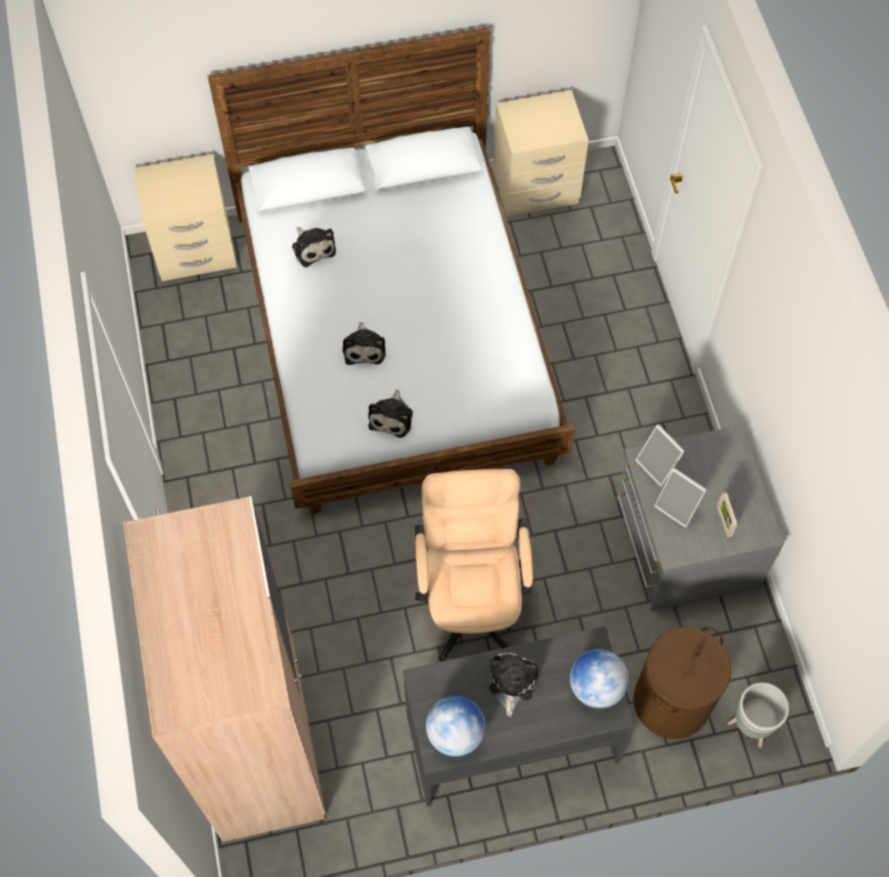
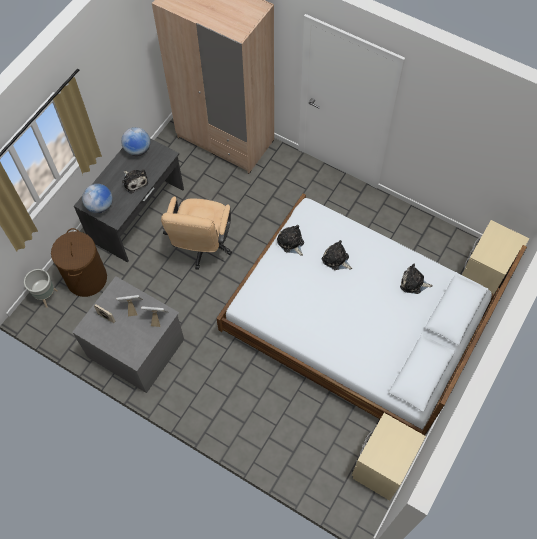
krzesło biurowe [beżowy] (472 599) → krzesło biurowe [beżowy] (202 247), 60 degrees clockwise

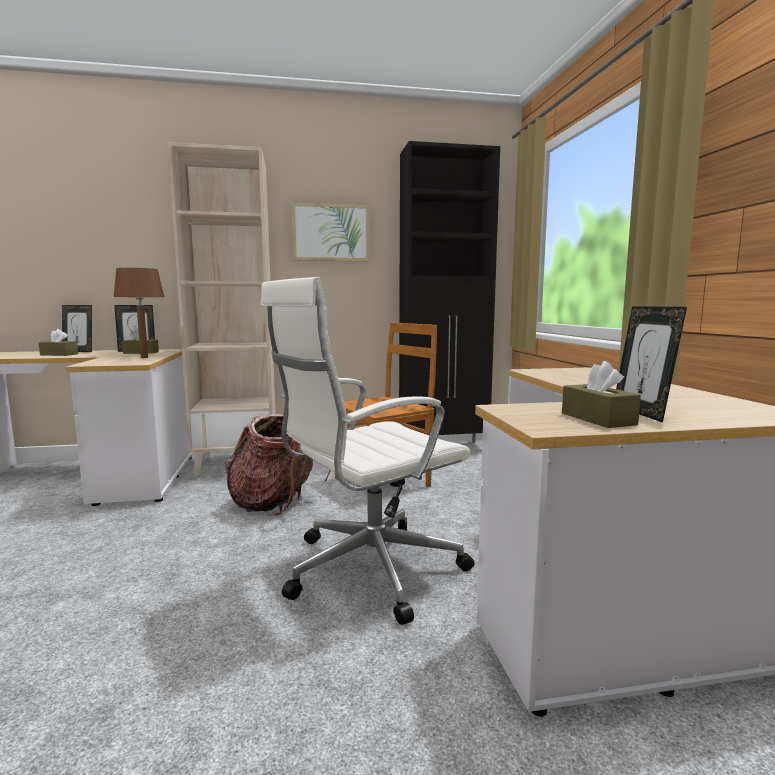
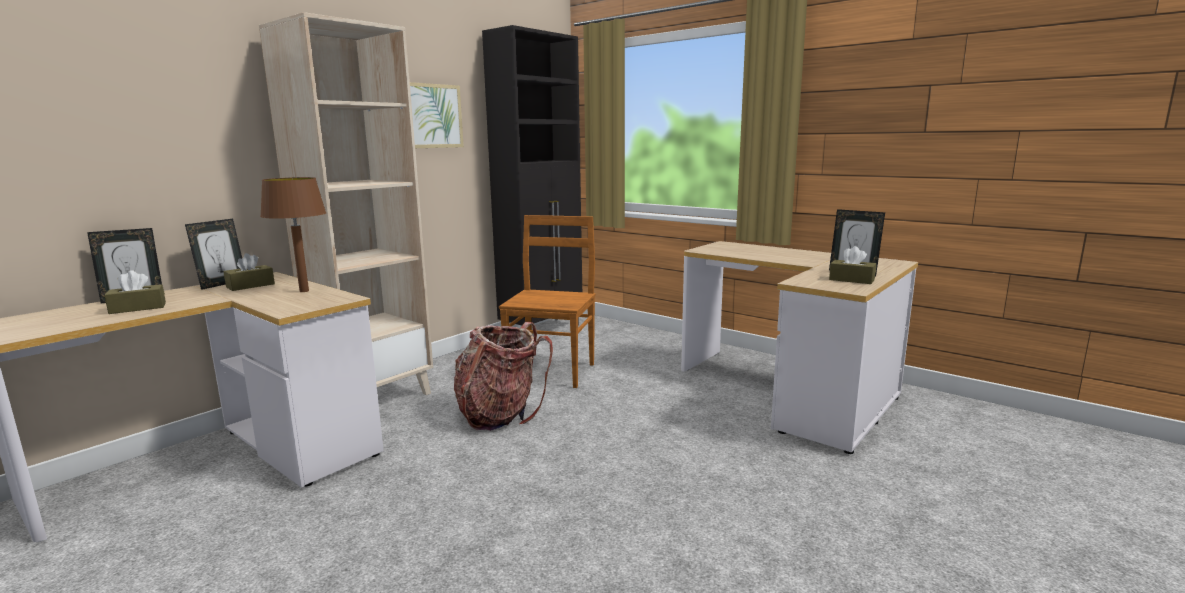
krzesło biurowe [biały] (367 570) → -

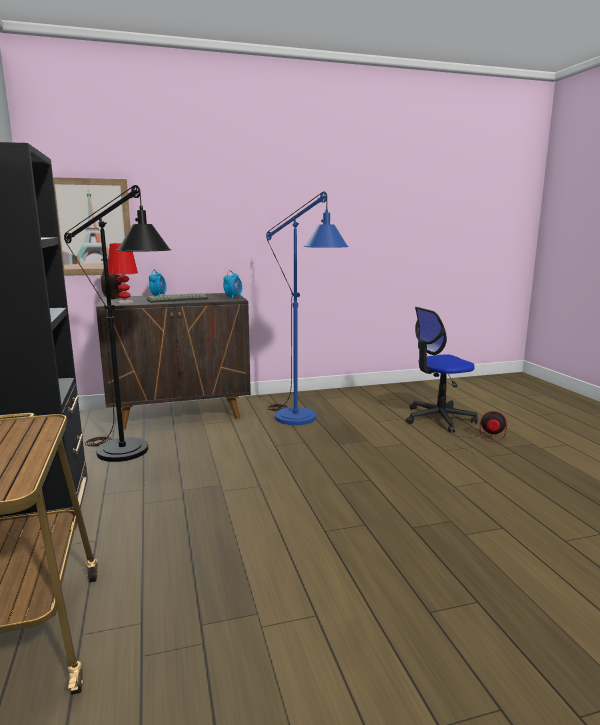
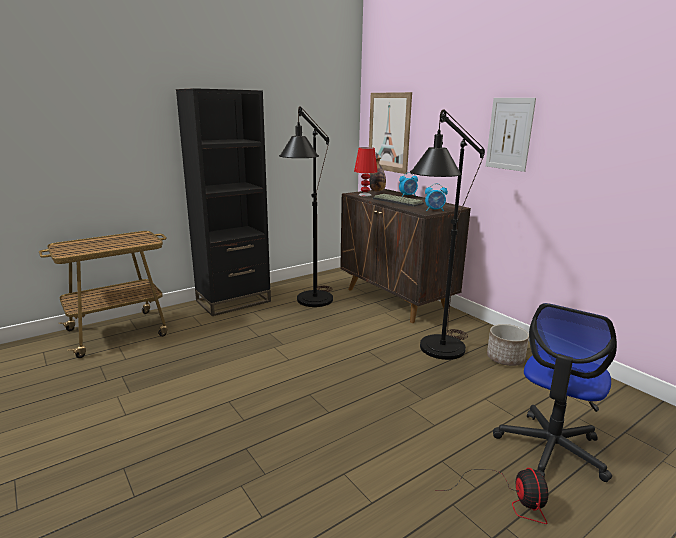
lampa stojąca [niebieski] (302 421) → lampa stojąca [czarny] (436 353)
krzesło biurowe (438 418) → krzesło biurowe (550 449), 105 degrees counterclockwise
- → obraz (509 134)
- → donica (505 359)

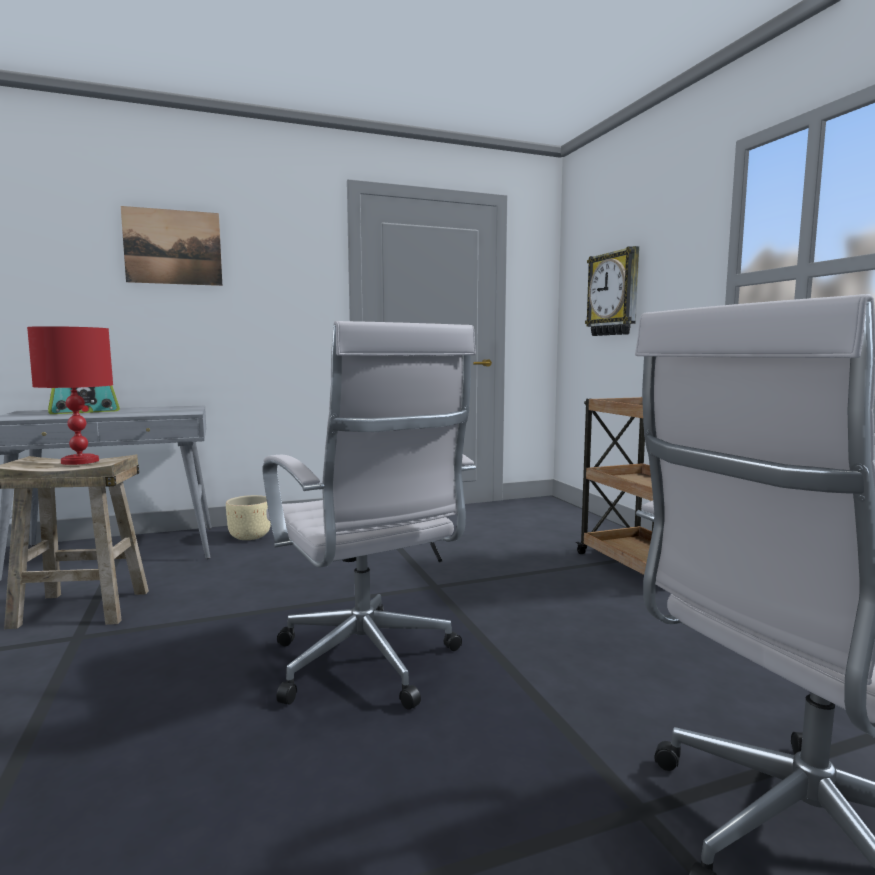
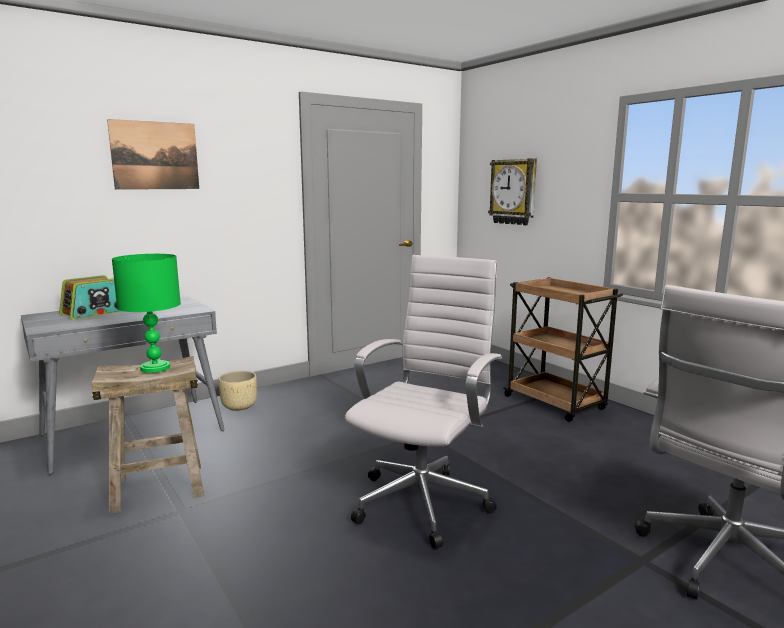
lampa stołowa [czerwony] (81 461) → lampa stołowa [zielony] (156 367)
krzesło biurowe [biały] (368 666) → krzesło biurowe [biały] (424 500), 105 degrees counterclockwise

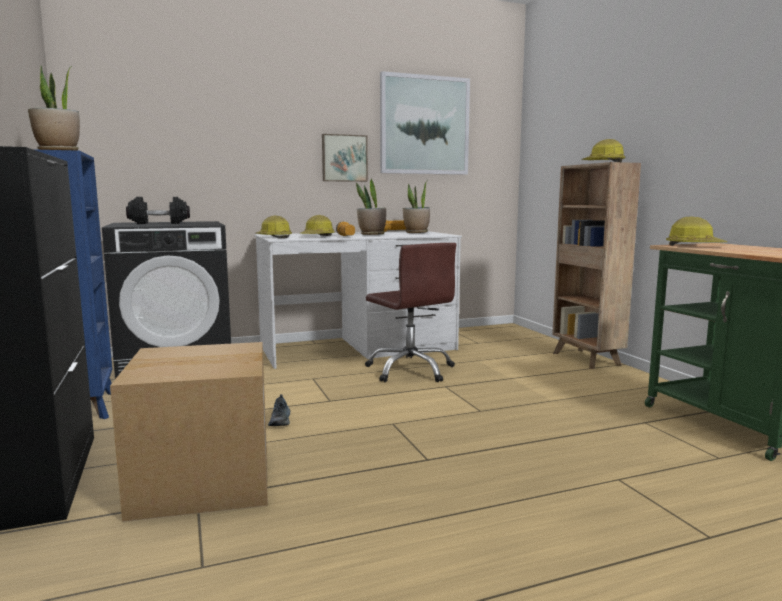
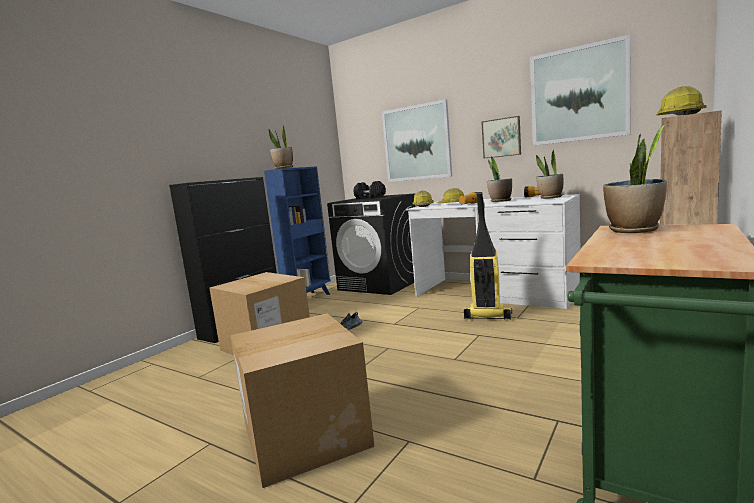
krzesło biurowe [brązowy] (410 370) → odkurzacz (487 317)
kask (694 246) → roślina doniczkowa (634 230)
- → karton (306 436)
- → obraz (416 143)

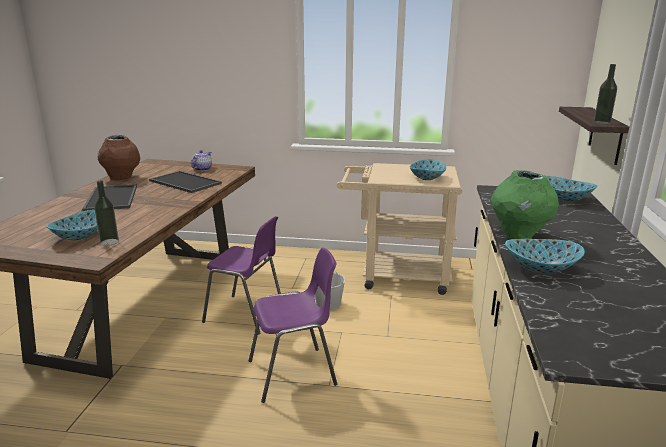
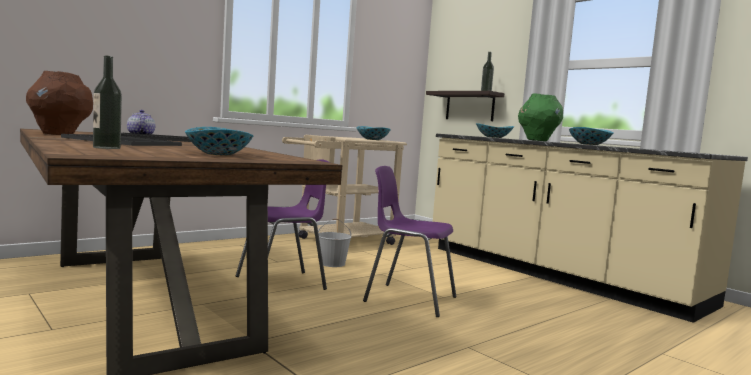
butelka (109 242) → butelka (106 148), relocated
krzesło [fioletowy] (294 373) → krzesło [fioletowy] (408 299), 90 degrees counterclockwise

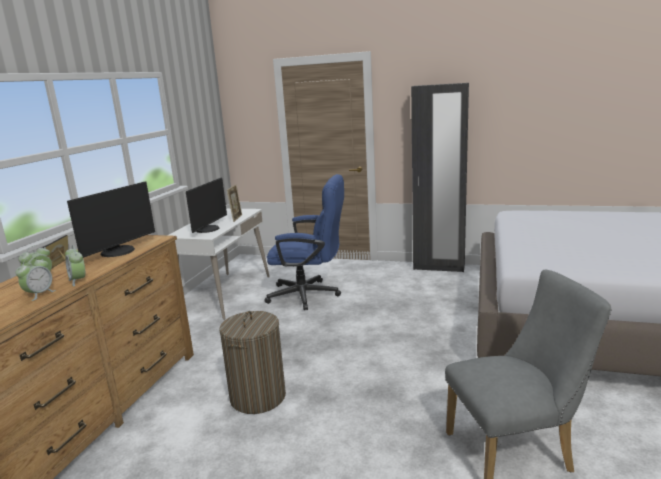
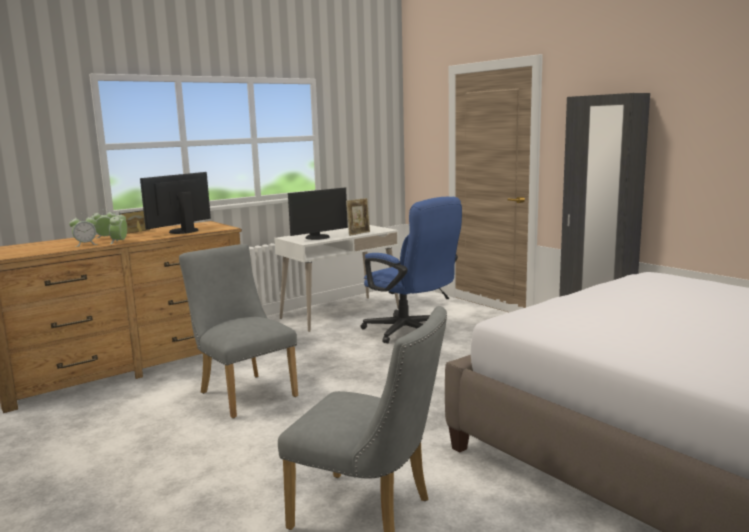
monitor (119 252) → monitor (182 231), 150 degrees clockwise
kosz na pranie (258 397) → krzesło [szary] (243 393)

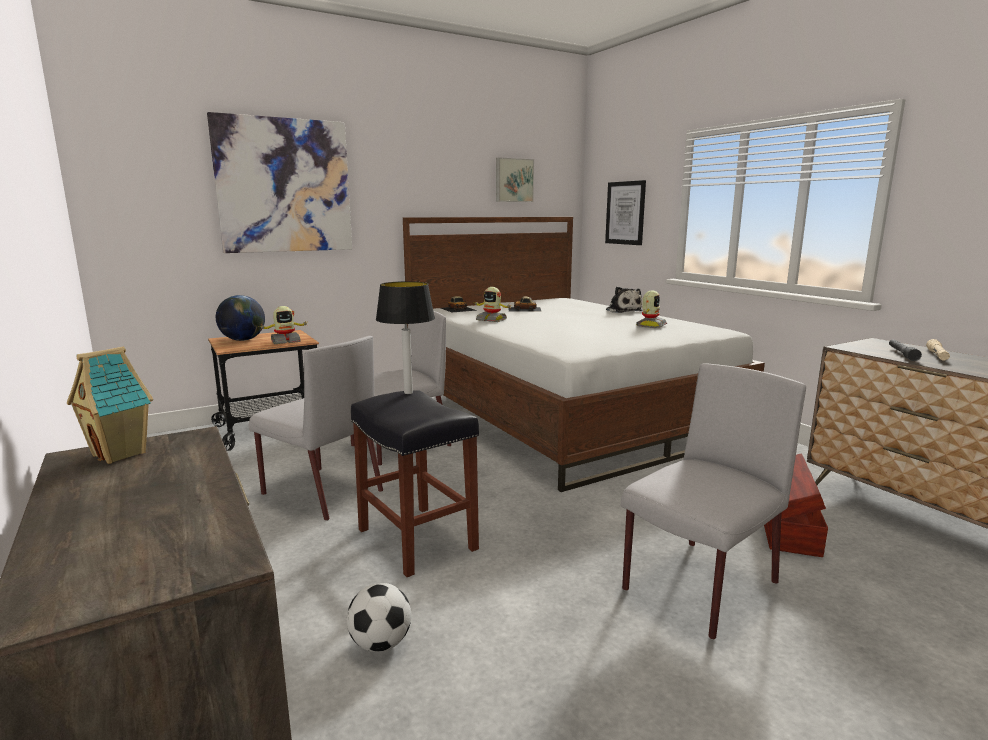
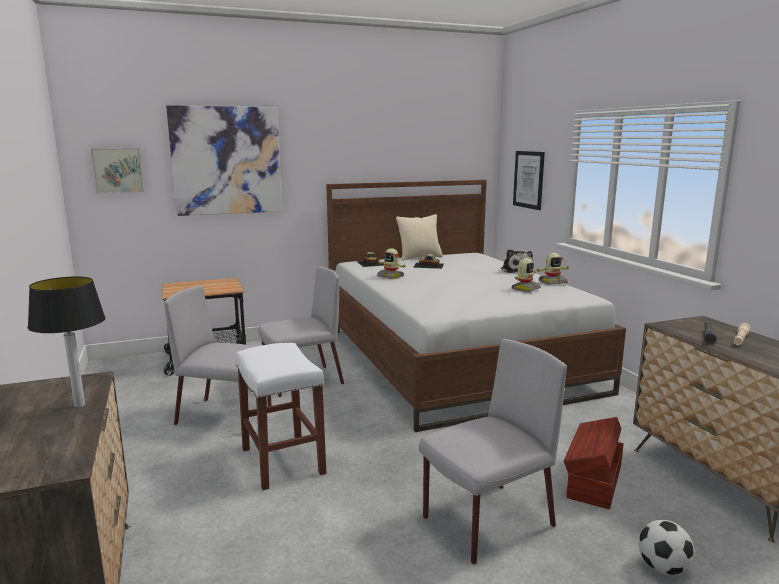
domek (121 454) → -
globus (243 340) → -
krzesło [szary] (320 492) → krzesło [szary] (226 416), 150 degrees clockwise
robot zabawkowy (285 341) → robot zabawkowy (552 282), relocated
piłka futbolowa (381 643) → piłka futbolowa (663 568), relocated
stołek [czarny] (415 539) → stołek [biały] (281 460)
lampa stołowa (408 392) → lampa stołowa (80 404), relocated
obraz (513 180) → obraz (118 170), relocated
- → poduszka [beżowy] (419 257)

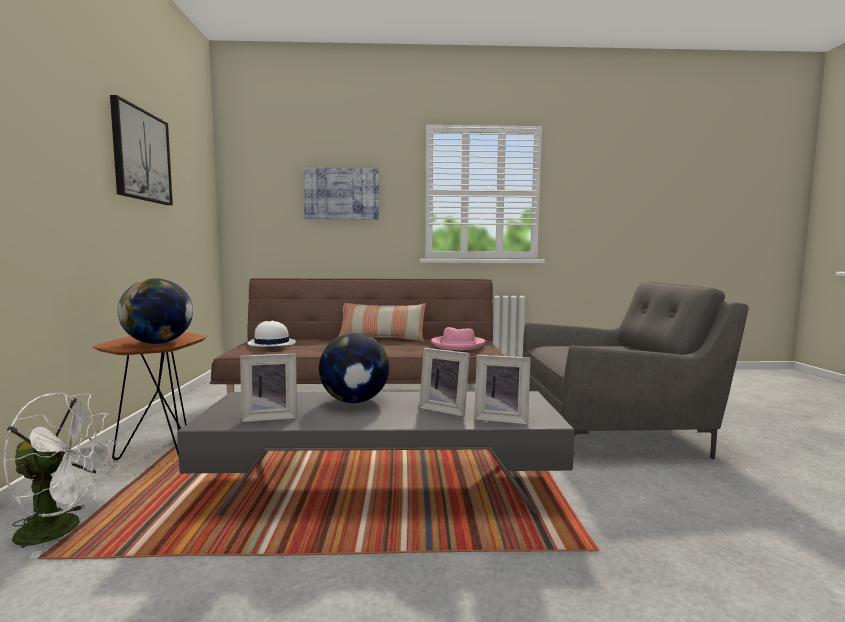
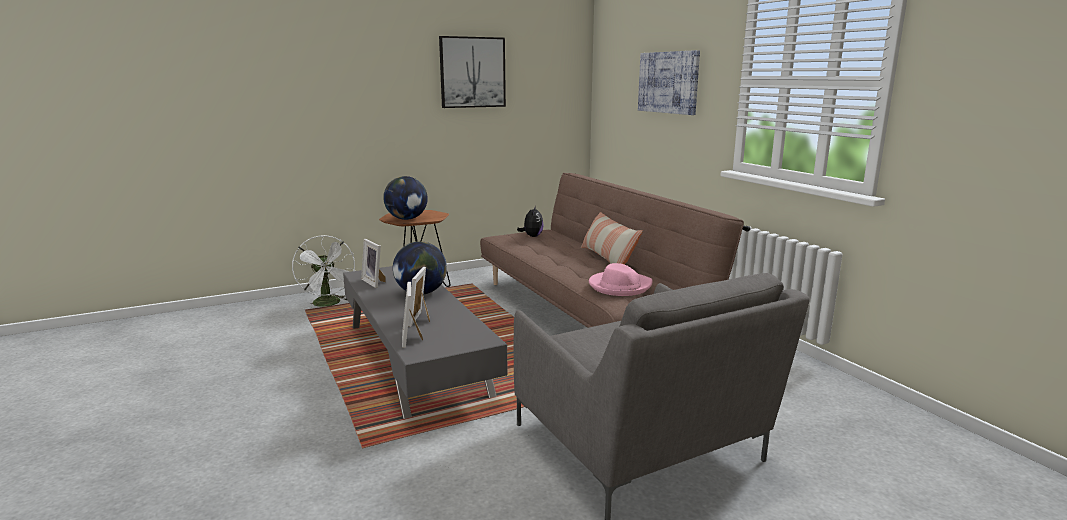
kapelusz [biały] (271 343) → pluszak (532 236)

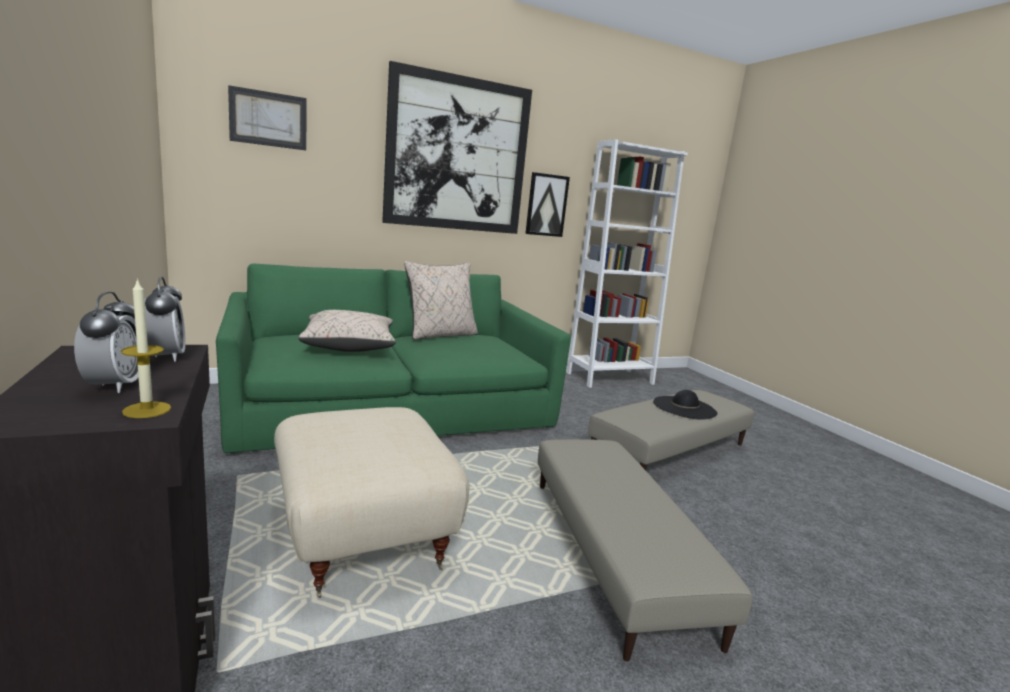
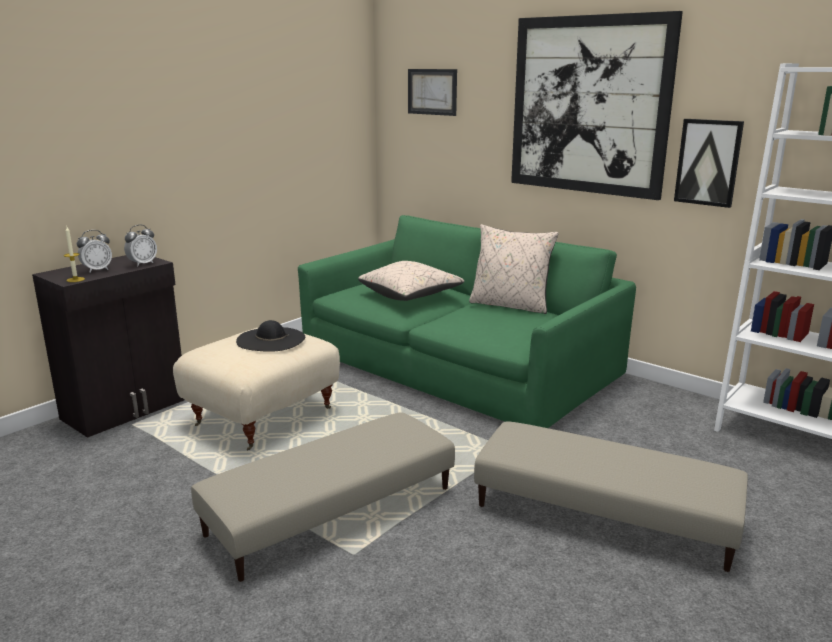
kapelusz [czarny] (684 407) → kapelusz [czarny] (271 339), relocated

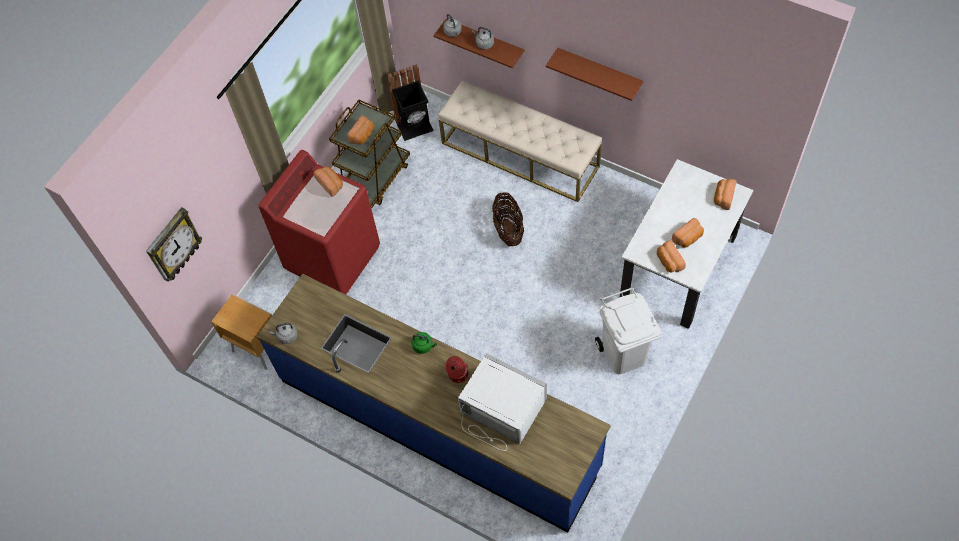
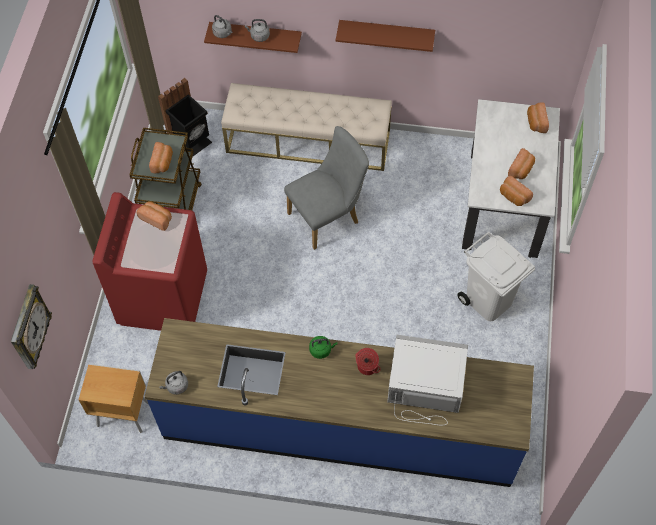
koszyk (508 229) → krzesło [szary] (328 216)

